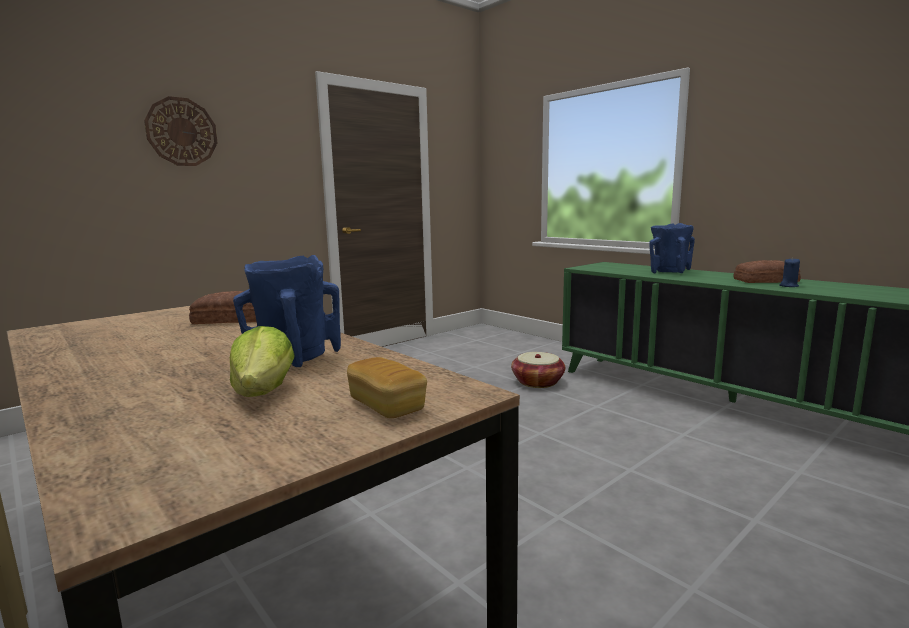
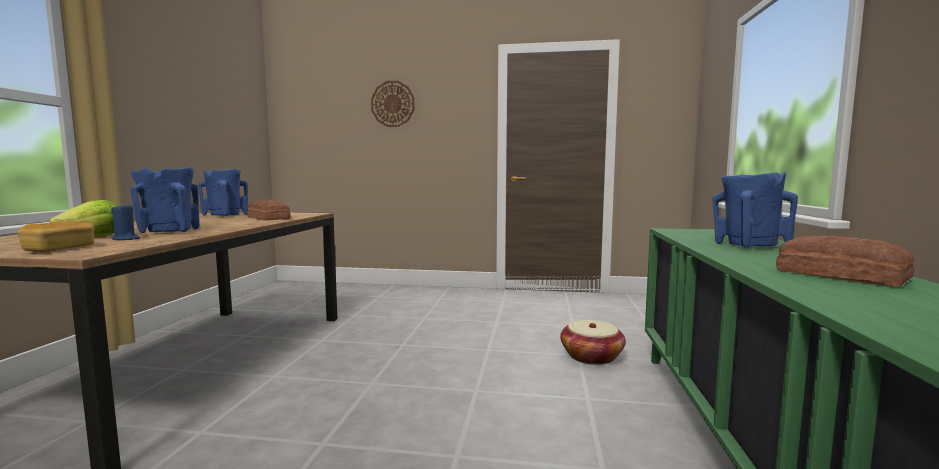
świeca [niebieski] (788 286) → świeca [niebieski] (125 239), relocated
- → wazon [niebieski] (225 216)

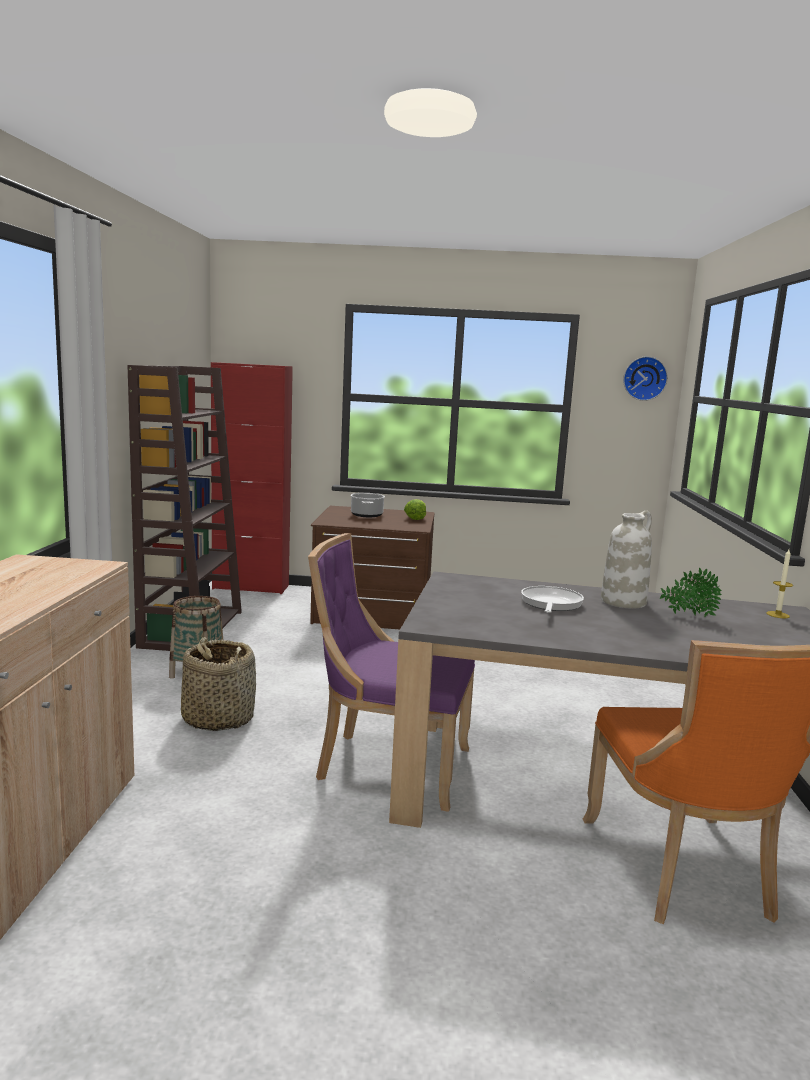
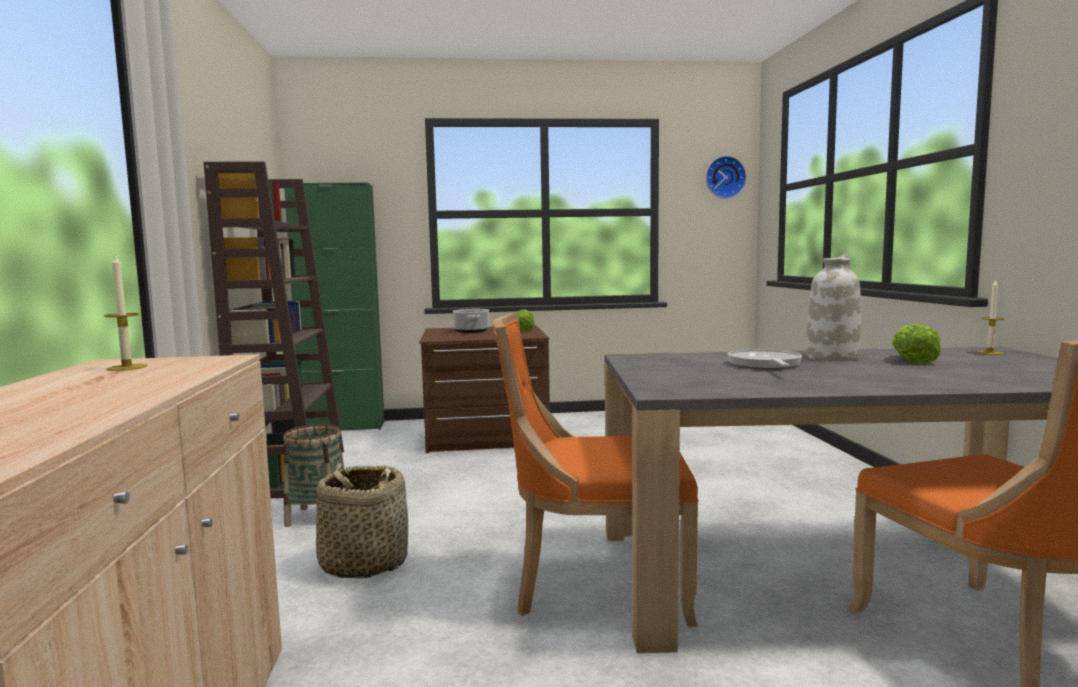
szafka [czerwony] (251 587) → szafka [zielony] (344 427)
krzesło [fioletowy] (387 766) → krzesło [pomarańczowy] (594 586)
roślina doniczkowa (688 615) → sałata (911 360)
- → świeca (127 367)

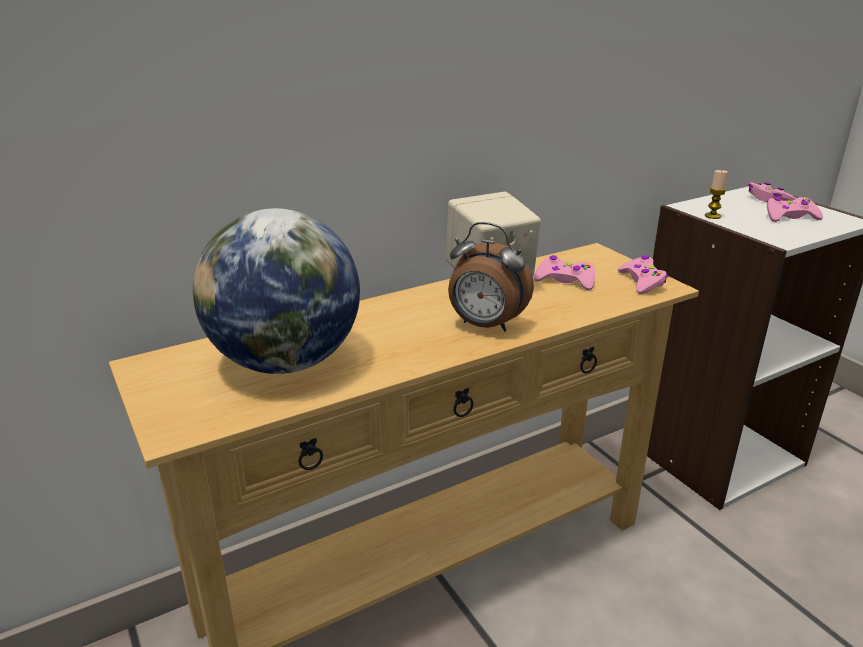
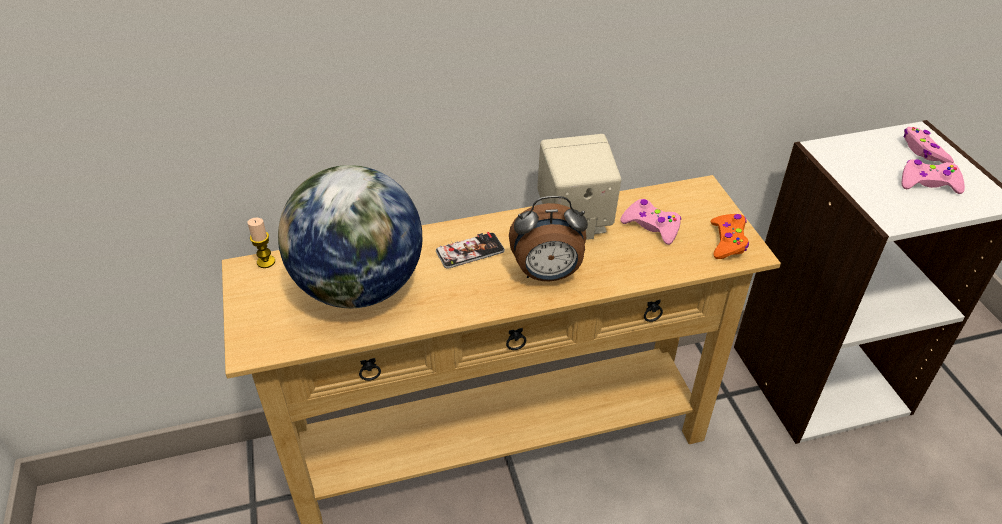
budzik (485 325) → budzik (547 275), 45 degrees counterclockwise
pad do gier [różowy] (642 282) → pad do gier [pomarańczowy] (728 241)
świeca (712 216) → świeca (266 262), relocated
- → telefon (470 251)

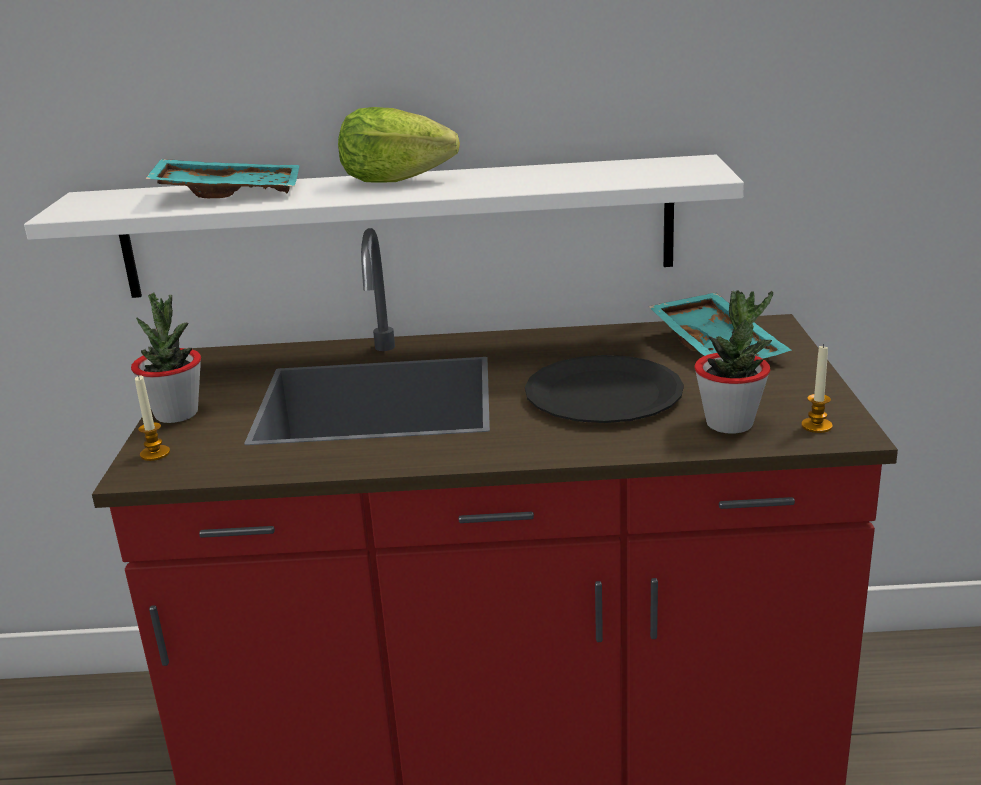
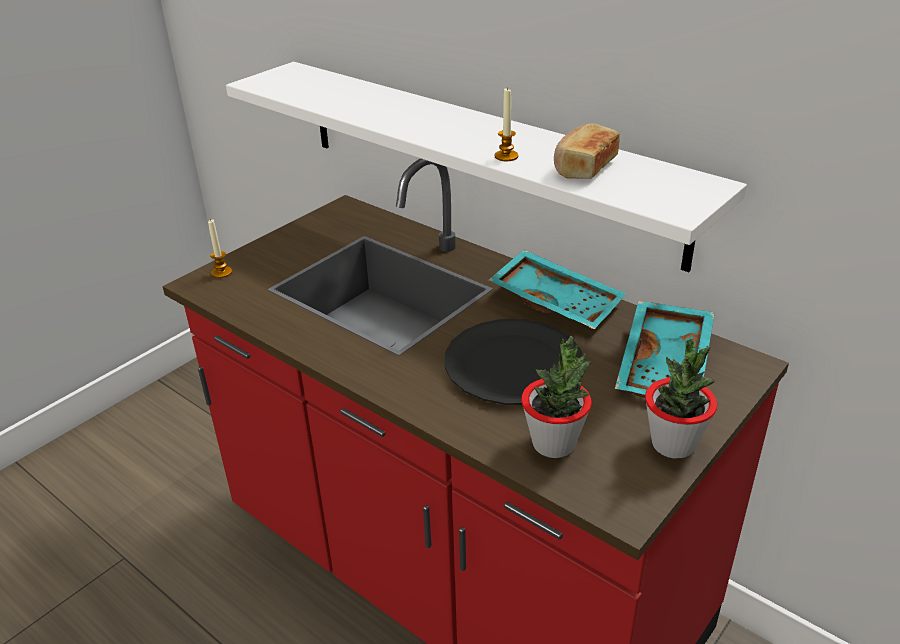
roślina doniczkowa (176 414) → roślina doniczkowa (673 444), relocated
taca [turkusowy] (229 193) → taca [turkusowy] (557 301), relocated
sałata (395 180) → -
świeca (816 426) → świeca (506 156), relocated
- → chleb (583 167)

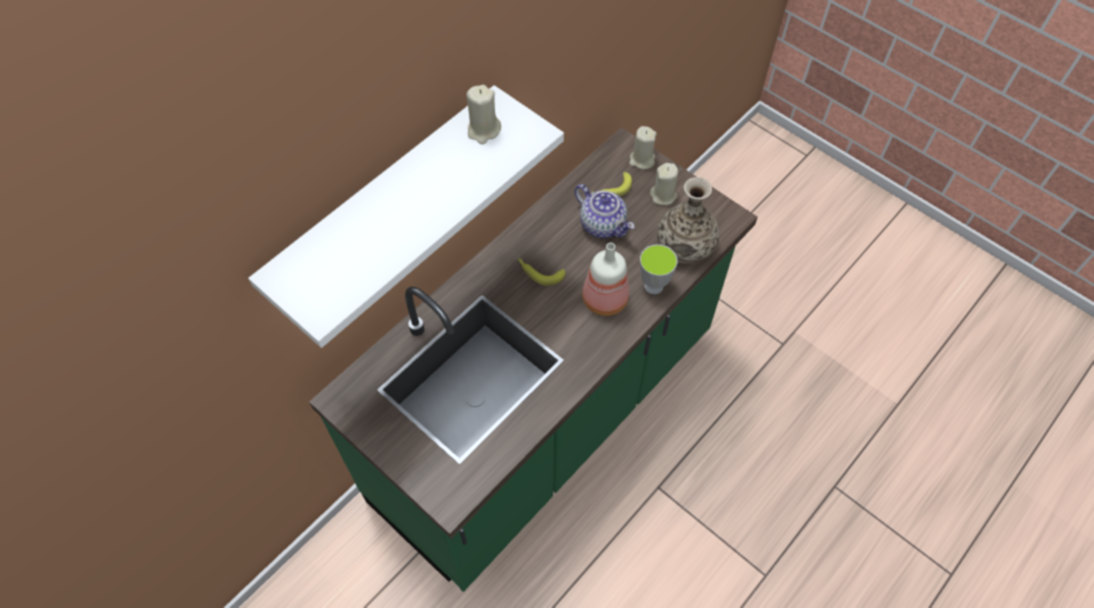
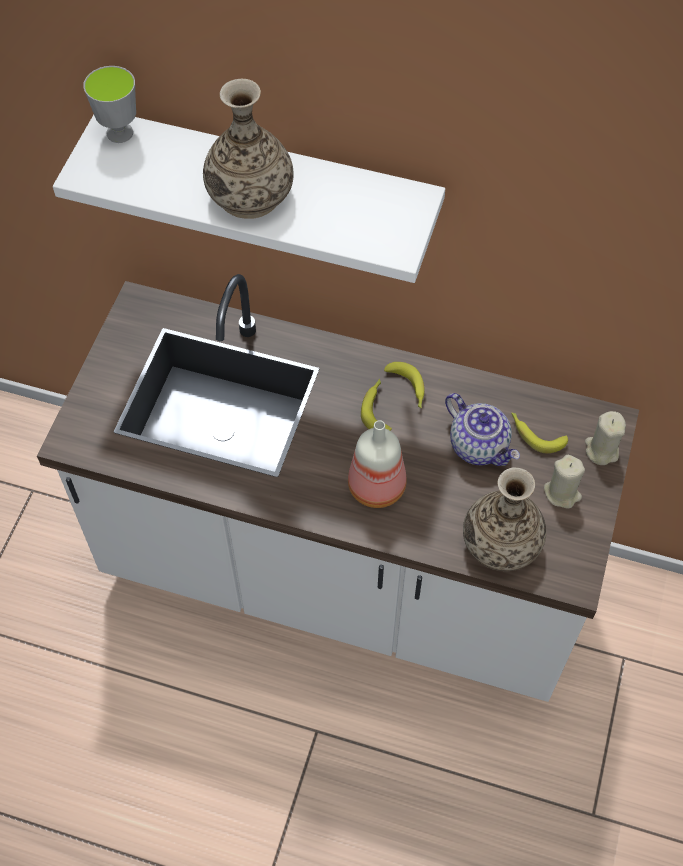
zabudowa kuchenna [zielony] (547 419) → zabudowa kuchenna [biały] (341 576)
świeca [beżowy] (483 130) → -
imbryk (603 225) → imbryk (479 446), 60 degrees counterclockwise
filiżanka (653 286) → filiżanka (120 133), relocated
- → wazon (249 195)
- → banan (408 388)

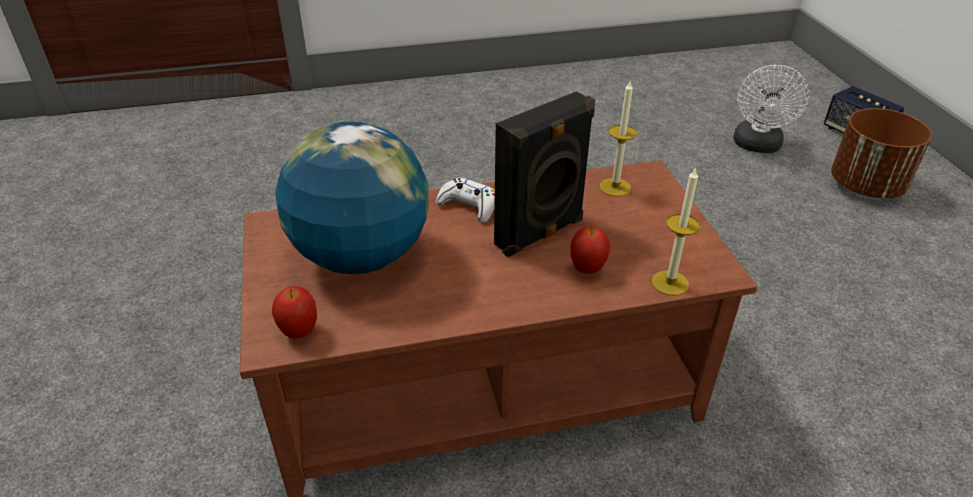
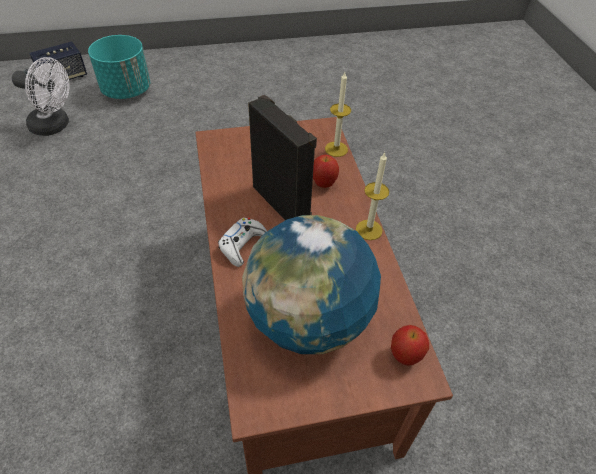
świeca (615 187) → świeca (369 230), relocated
donica [brązowy] (866 186) → donica [turkusowy] (126 91)

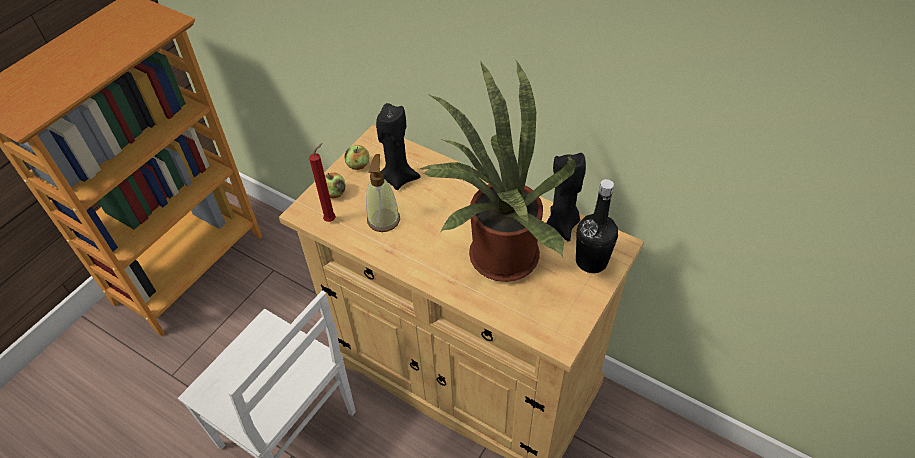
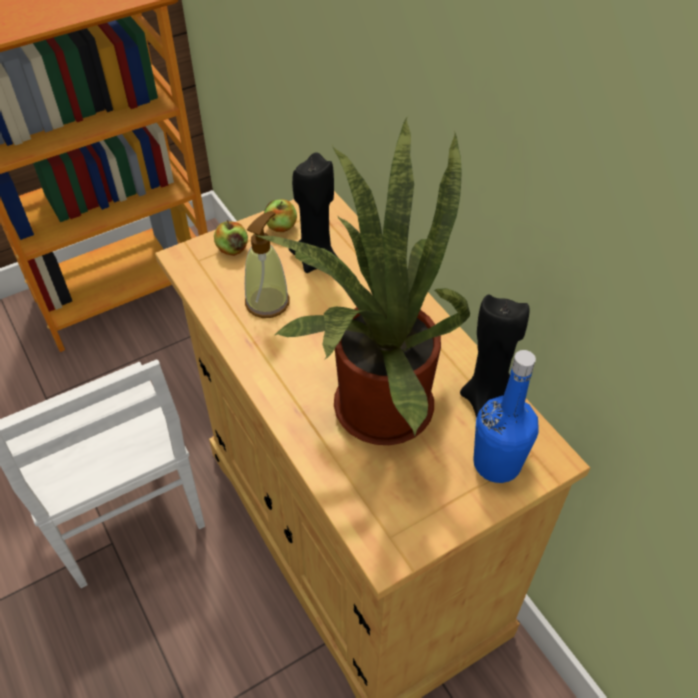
świeca [czerwony] (332 219) → -
butelka [czarny] (591 261) → butelka [niebieski] (496 463)

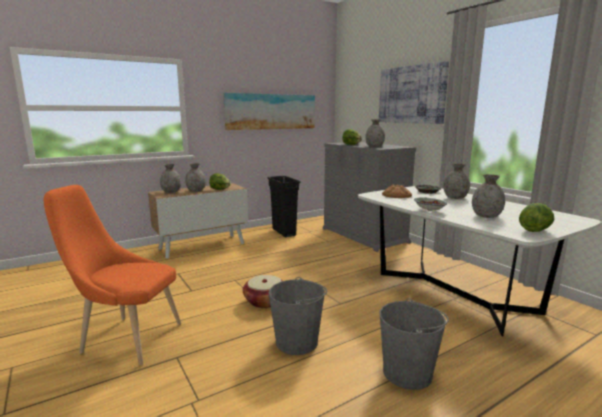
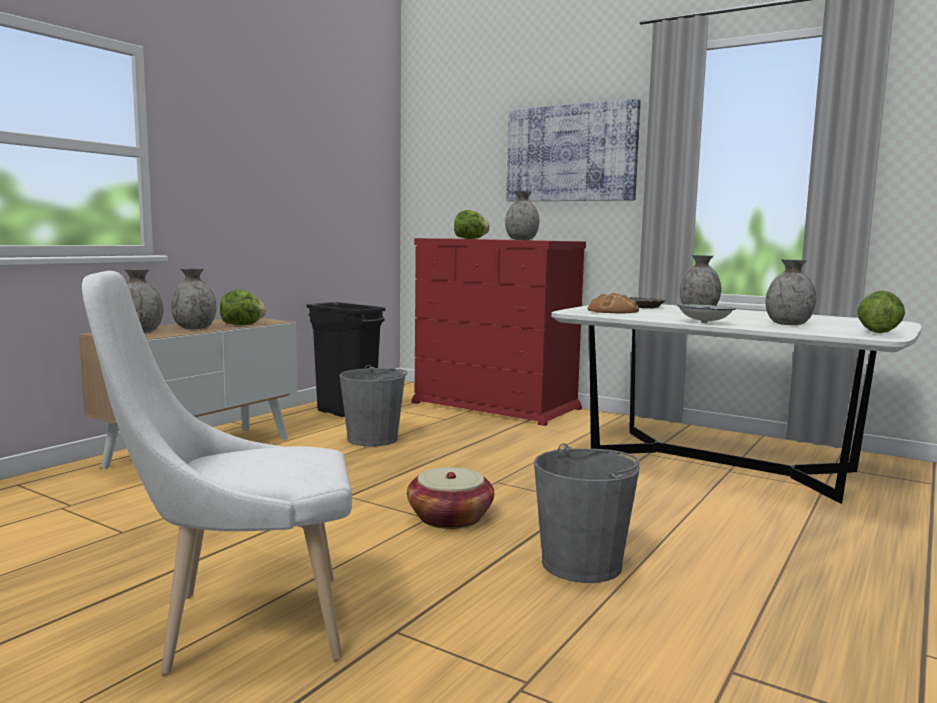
krzesło [pomarańczowy] (126 338) → krzesło [biały] (241 625)
obraz (271 111) → -
komoda [szary] (364 235) → komoda [czerwony] (496 406)
wiadro [szary] (408 373) → wiadro [szary] (373 439), relocated

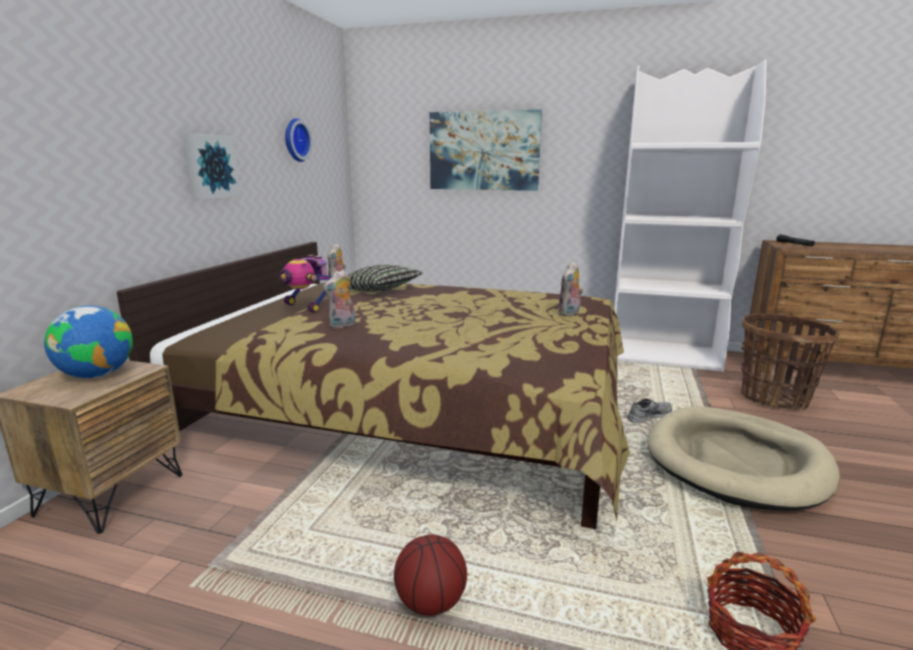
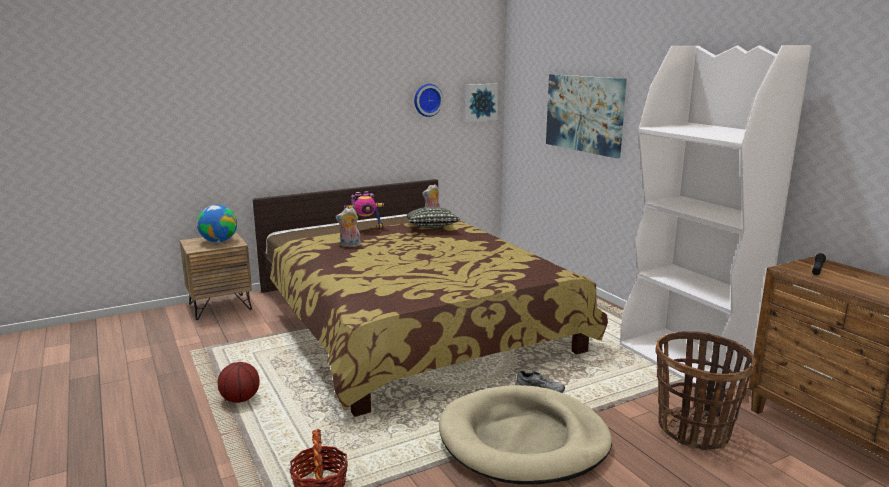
obraz (210 166) → obraz (480 102), relocated
robot zabawkowy (308 306) → robot zabawkowy (365 228), 105 degrees counterclockwise
pluszak (569 313) → -

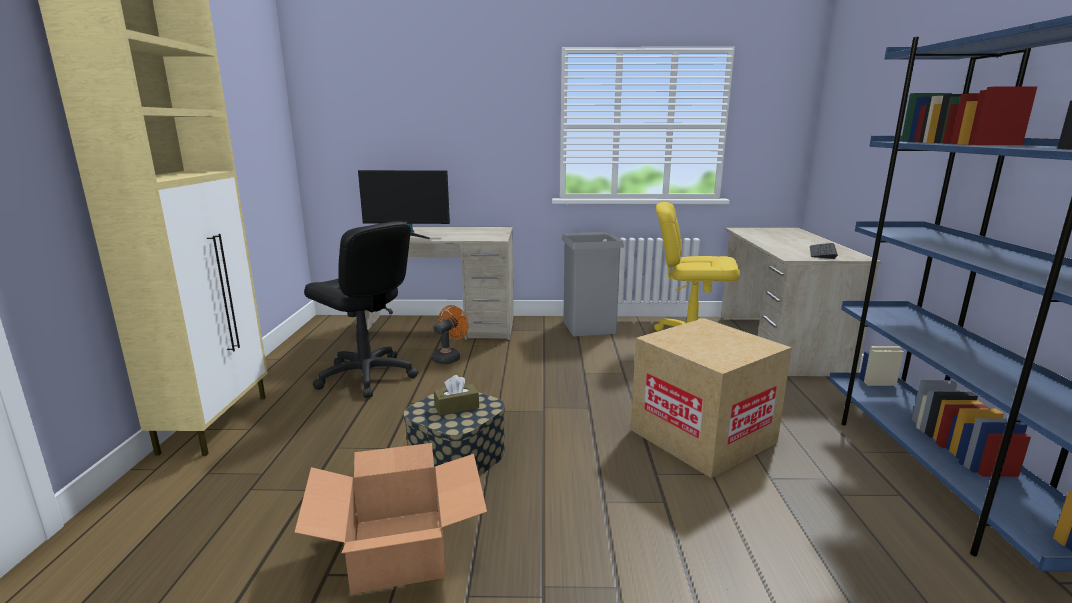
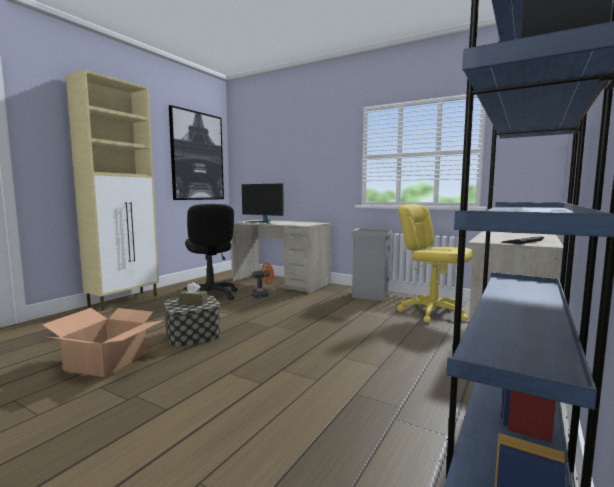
karton (702 436) → -
- → obraz (197 156)

